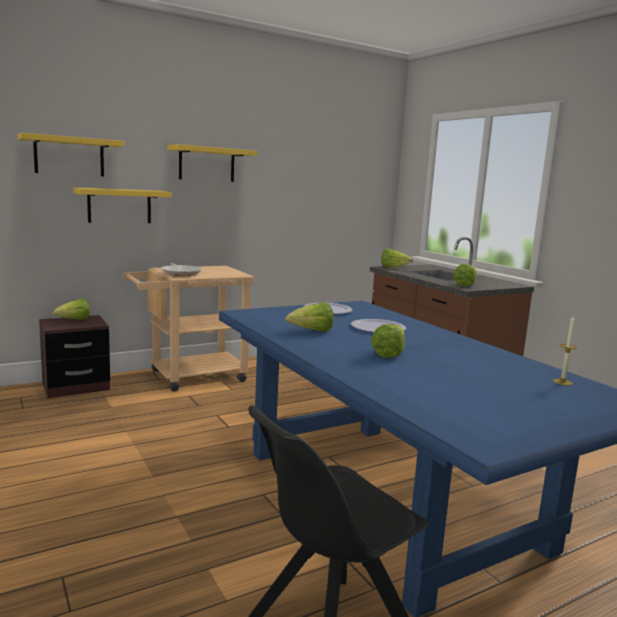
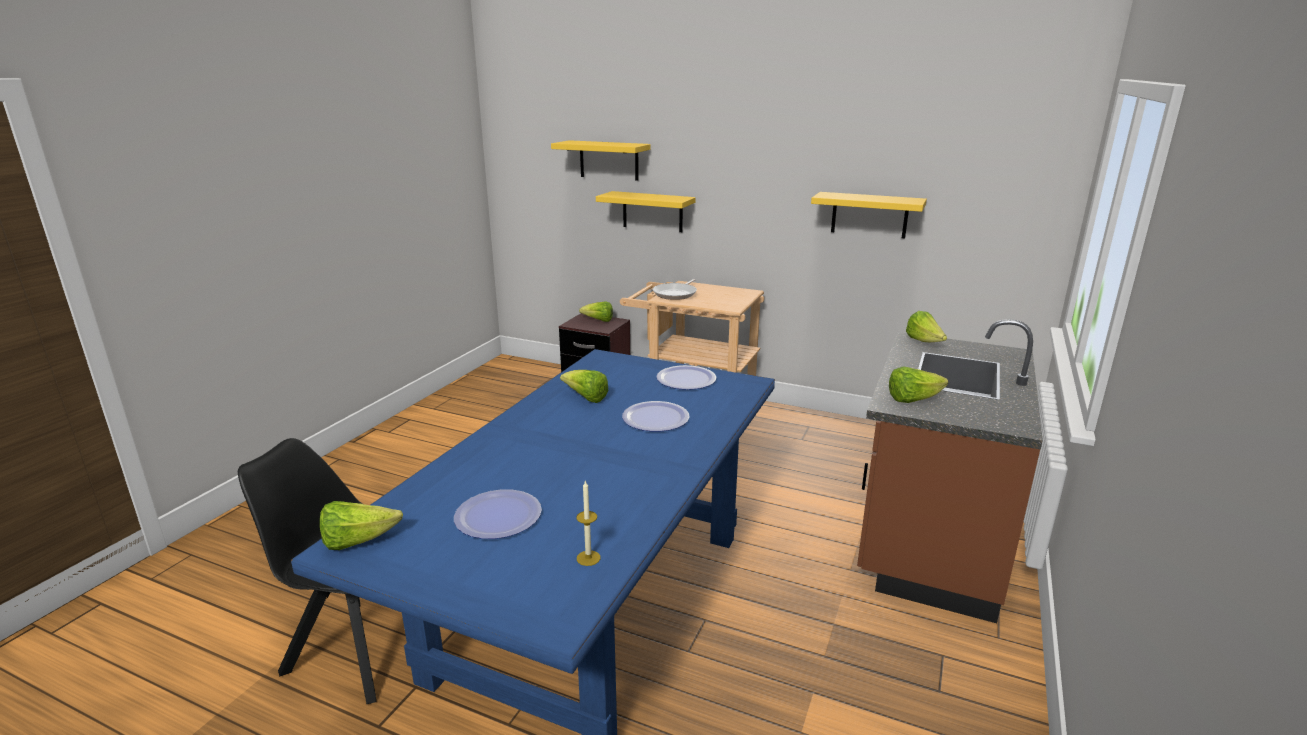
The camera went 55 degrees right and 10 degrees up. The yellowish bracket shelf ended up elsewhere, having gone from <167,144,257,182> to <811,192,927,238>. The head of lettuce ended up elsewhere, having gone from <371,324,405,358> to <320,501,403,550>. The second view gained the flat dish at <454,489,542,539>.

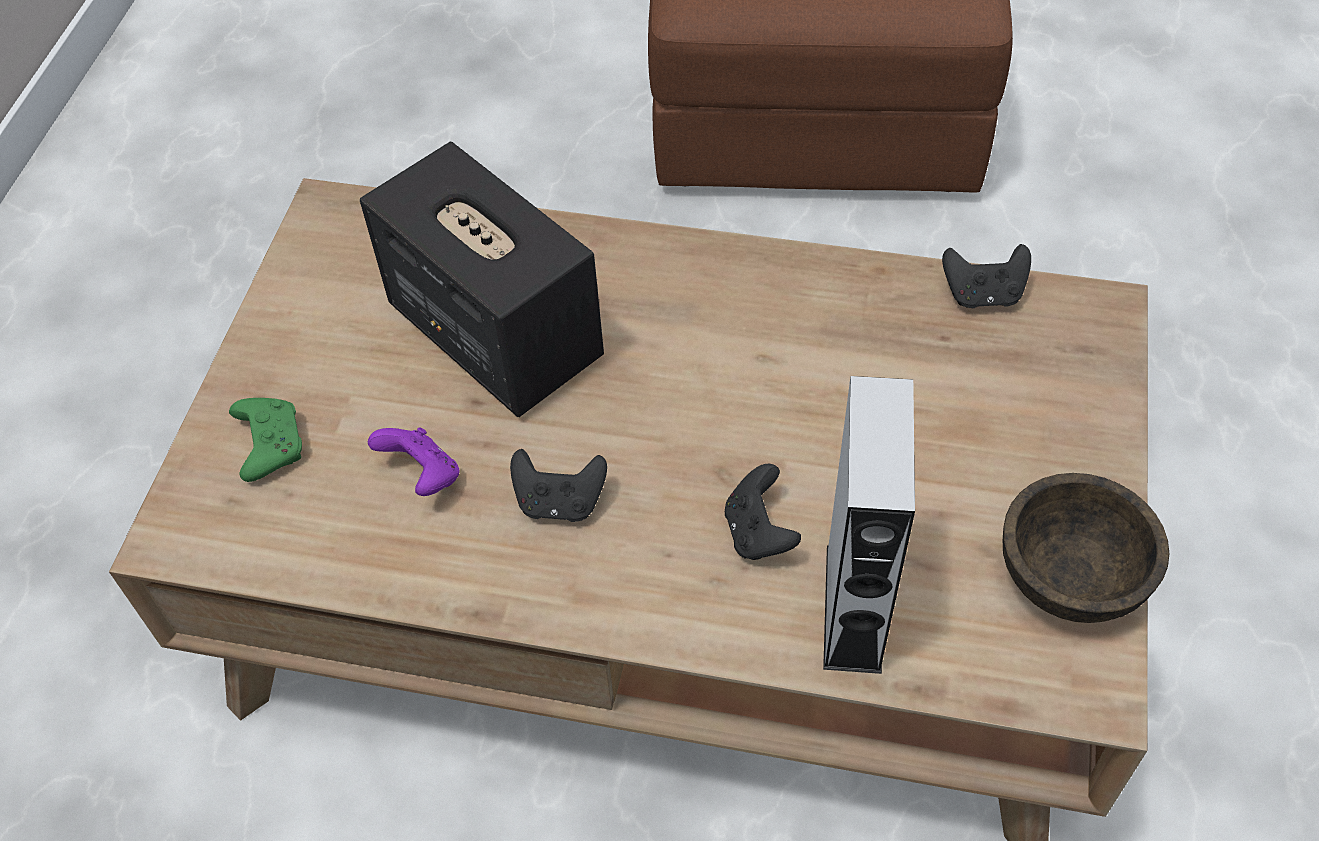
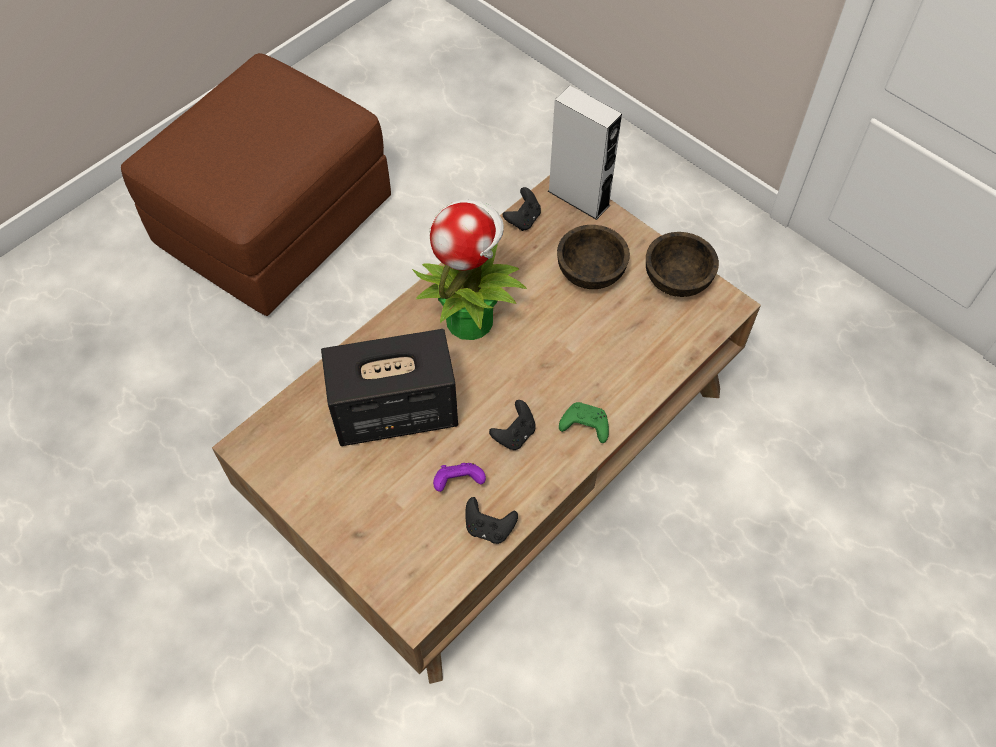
The camera went 60 degrees left and 5 degrees up. The grey loudspeaker ended up elsewhere, having gone from <823,376,915,674> to <548,86,622,220>. The greenish game controller ended up elsewhere, having gone from <229,398,302,482> to <559,402,609,443>. The black game controller ended up elsewhere, having gone from <725,464,801,560> to <465,497,518,544>. The second view gained the plant in a pot at <412,199,527,340>. The second view gained the brown bowl at <557,225,630,289>.

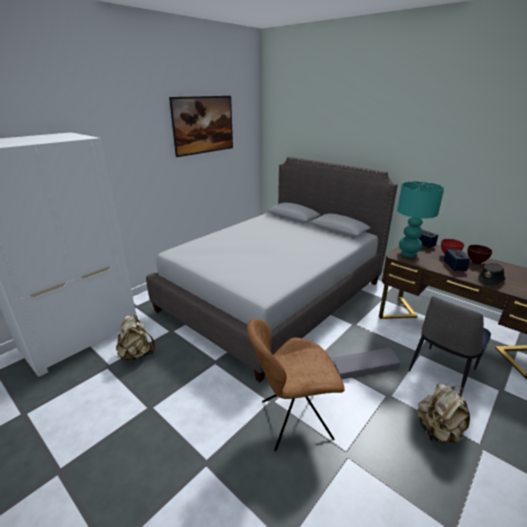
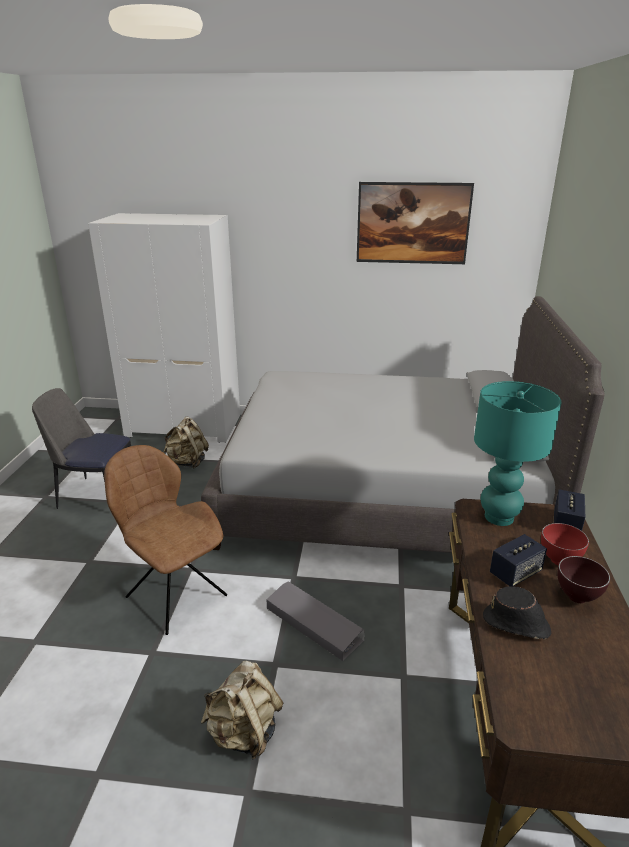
The camera went 55 degrees right and 0 degrees up. The upright chair ended up elsewhere, having gone from <409,296,491,392> to <32,388,131,509>.

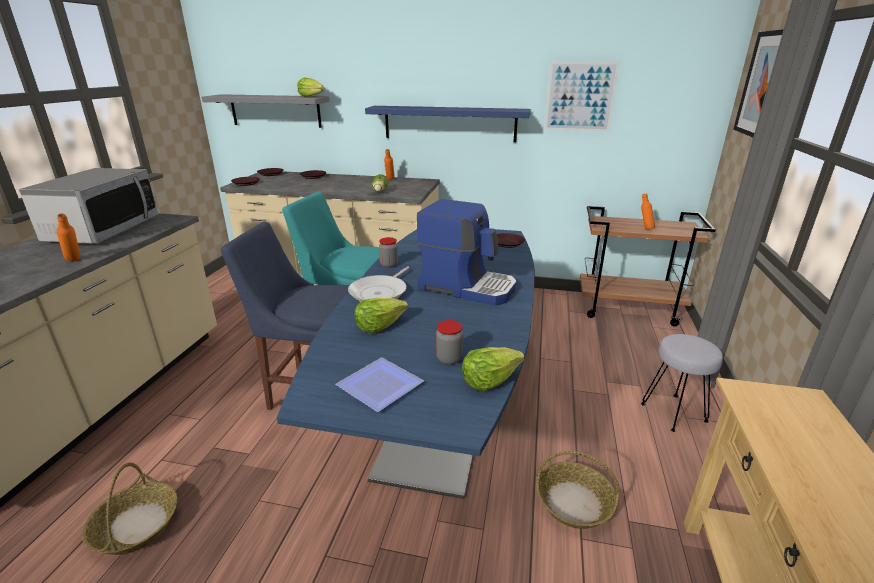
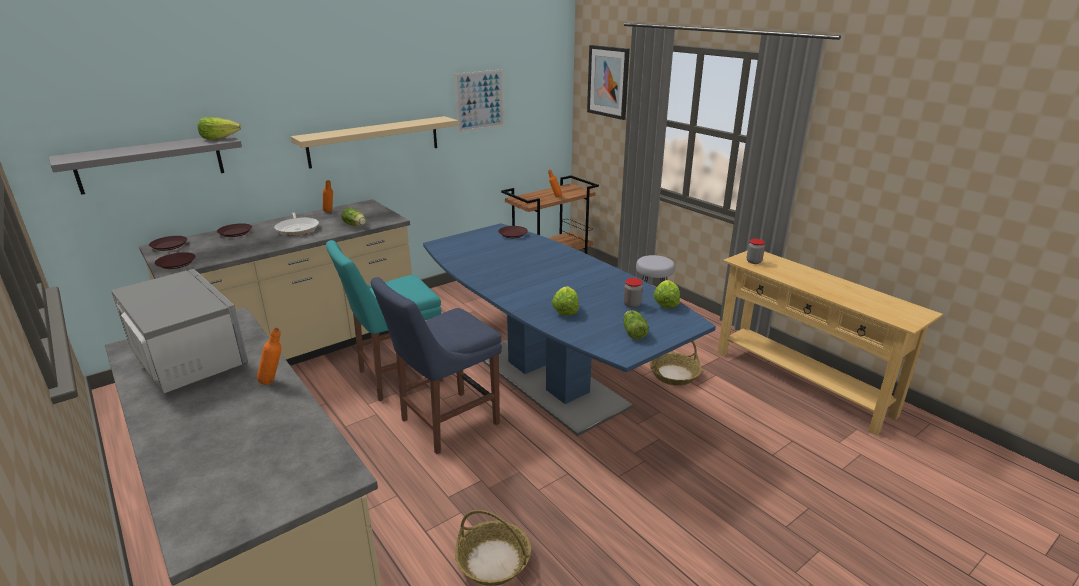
The camera went 50 degrees left and 0 degrees up. What was the blue bracket shelf at <365,106,531,142> turned into the beige-coloured bracket shelf at <291,116,458,169>. The second view lost the coffee brewer at <417,199,517,306>. The preserve jar ended up elsewhere, having gone from <379,237,398,268> to <747,239,765,264>. The skillet ended up elsewhere, having gone from <348,266,409,302> to <274,212,319,236>. Where the flat dish stood at <335,358,424,412>, the head of lettuce came to stand at <623,310,649,339>.

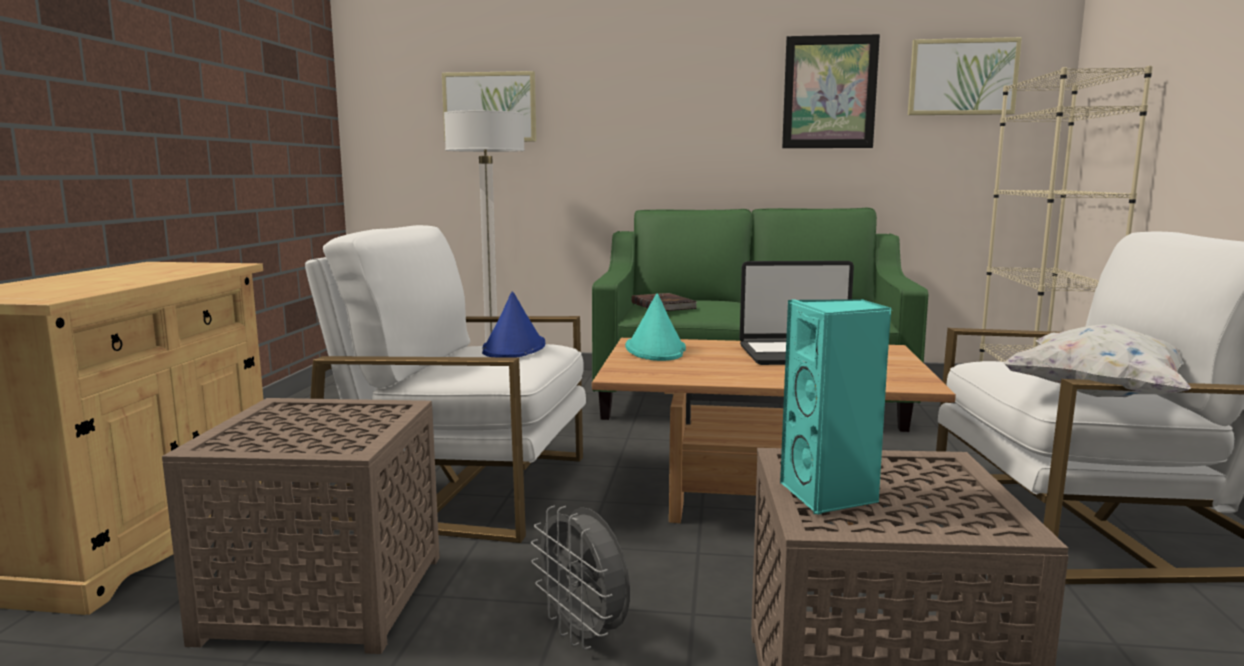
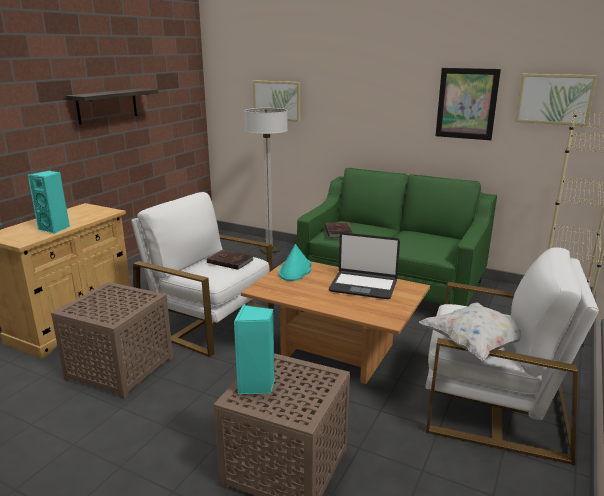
The camera went 20 degrees right and 10 degrees up. Where the blue hat stood at <482,291,545,358>, the brown book came to stand at <207,250,253,270>. The second view lost the grey cooling fan at <531,506,630,650>. The second view gained the bracket shelf at <66,88,158,125>. The second view gained the blue-green loudspeaker at <28,170,70,234>.

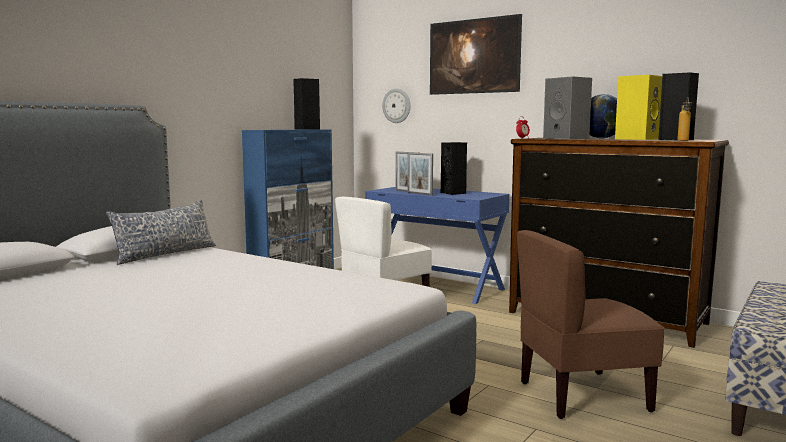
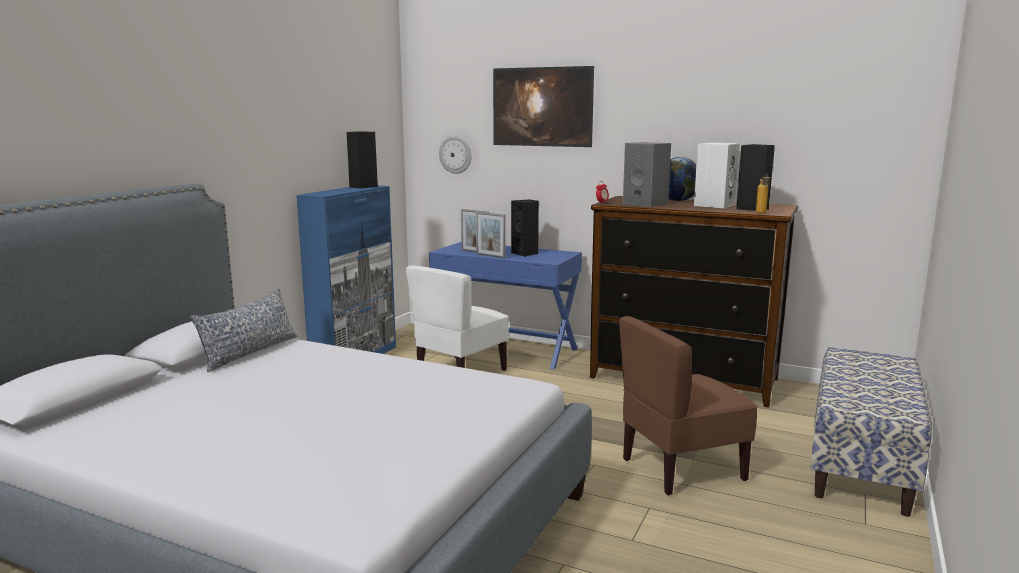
The camera went 10 degrees left and 5 degrees up. What was the yellowish loudspeaker at <615,75,662,140> turned into the white-coloured loudspeaker at <694,143,740,208>.

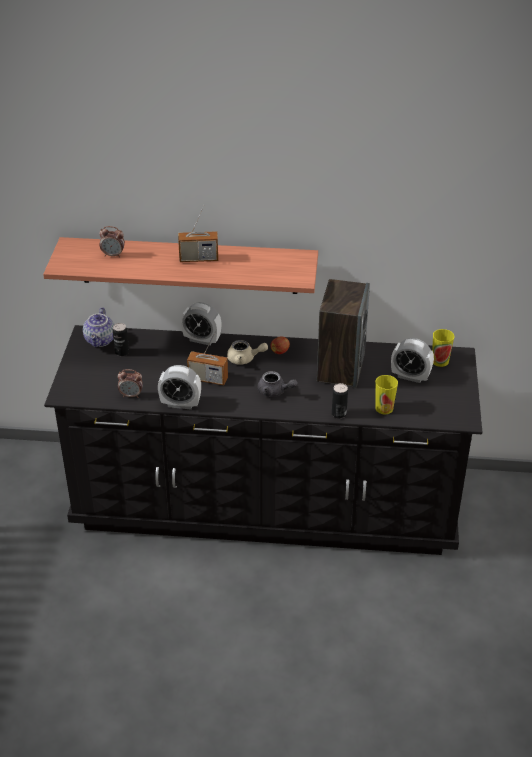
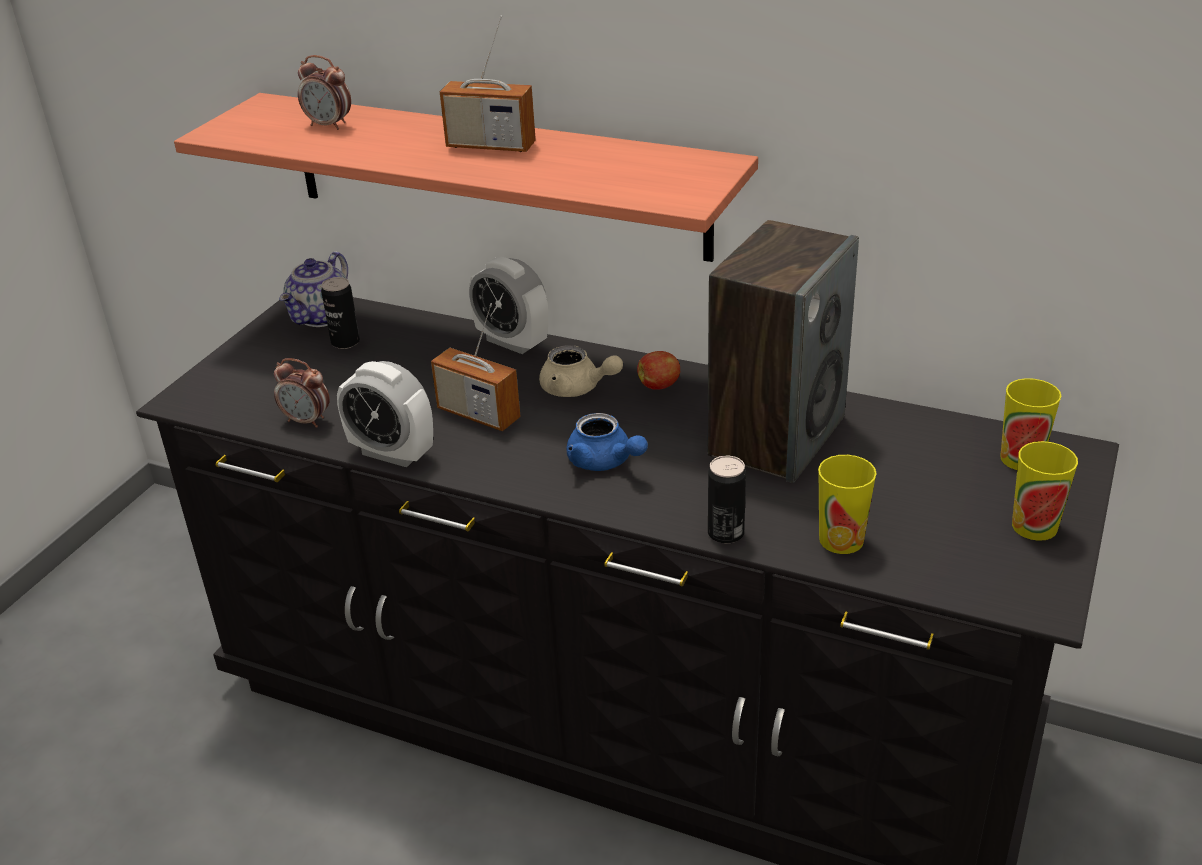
The camera went 20 degrees right and 5 degrees down. The second view lost the table clock at <391,338,434,383>. What was the grey teapot at <257,371,298,397> turned into the blue teapot at <566,413,648,471>. The second view gained the cup at <1012,441,1078,541>.

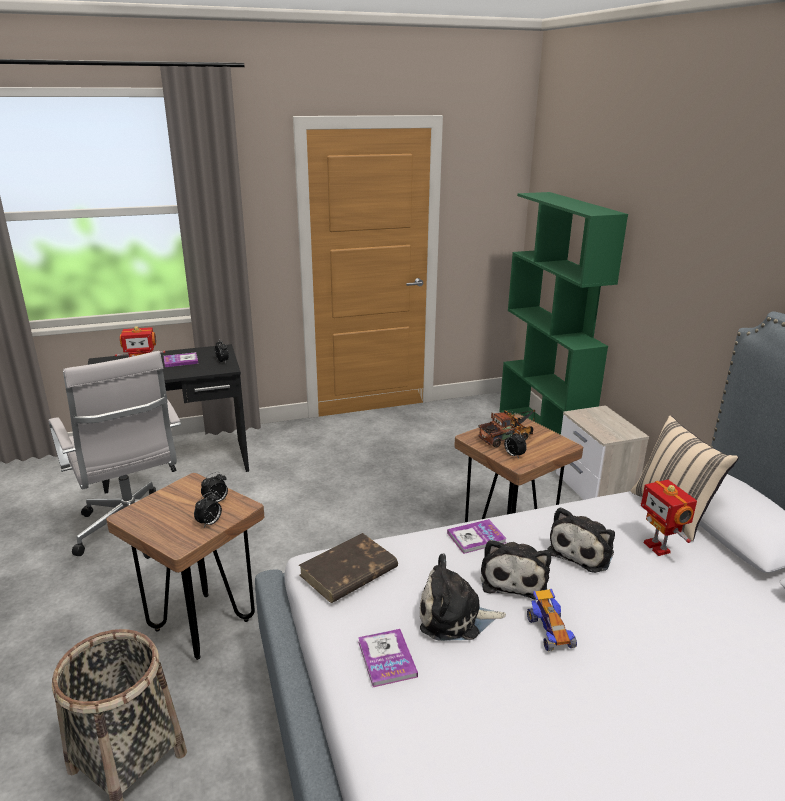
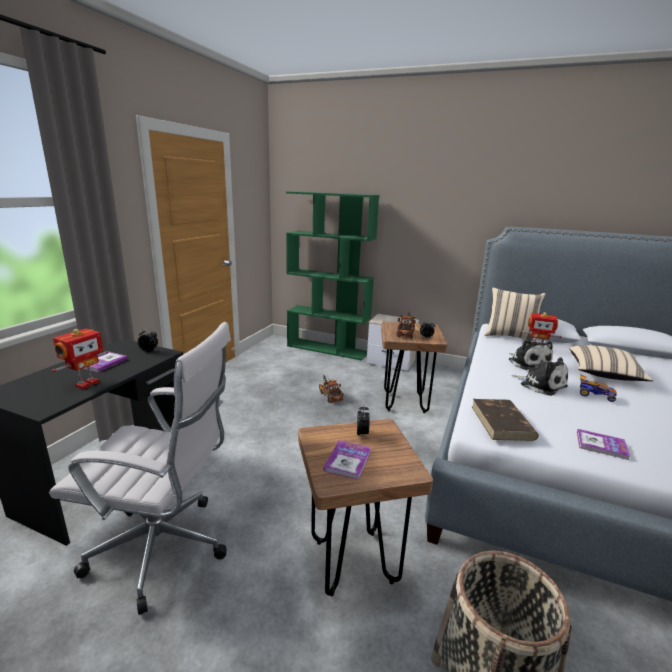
The camera went 50 degrees left and 5 degrees down. The second view lost the table clock at <194,492,222,528>. The book ended up elsewhere, having gone from <447,519,507,554> to <323,440,371,480>. The second view lost the soft toy at <420,554,506,641>. The second view gained the beige-coloured throw pillow at <569,345,654,381>. The second view gained the toy truck at <319,374,344,403>.

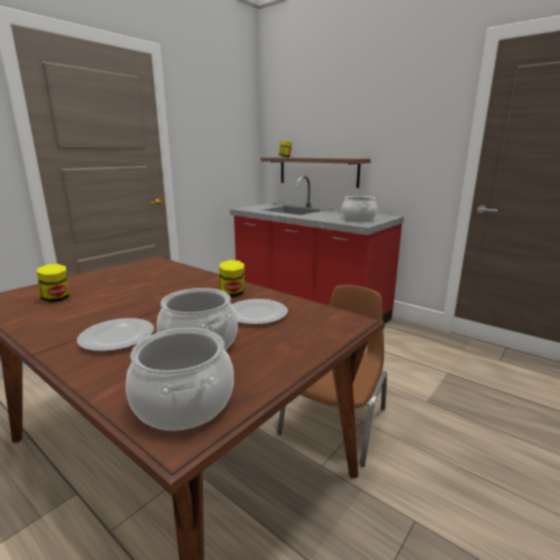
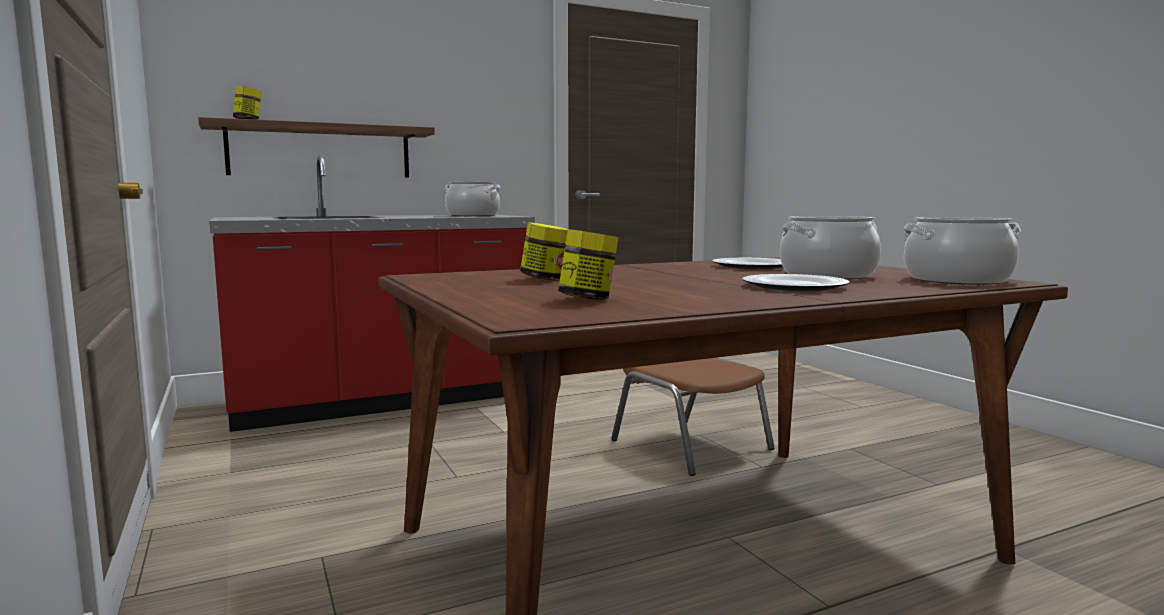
The camera went 65 degrees left and 10 degrees down. The preserve jar ended up elsewhere, having gone from <219,260,244,297> to <520,222,568,280>.

